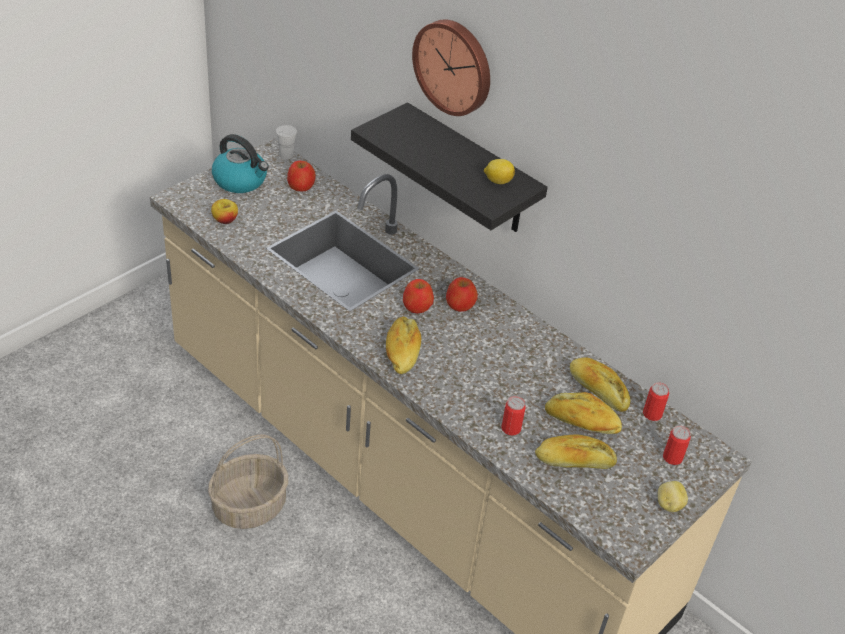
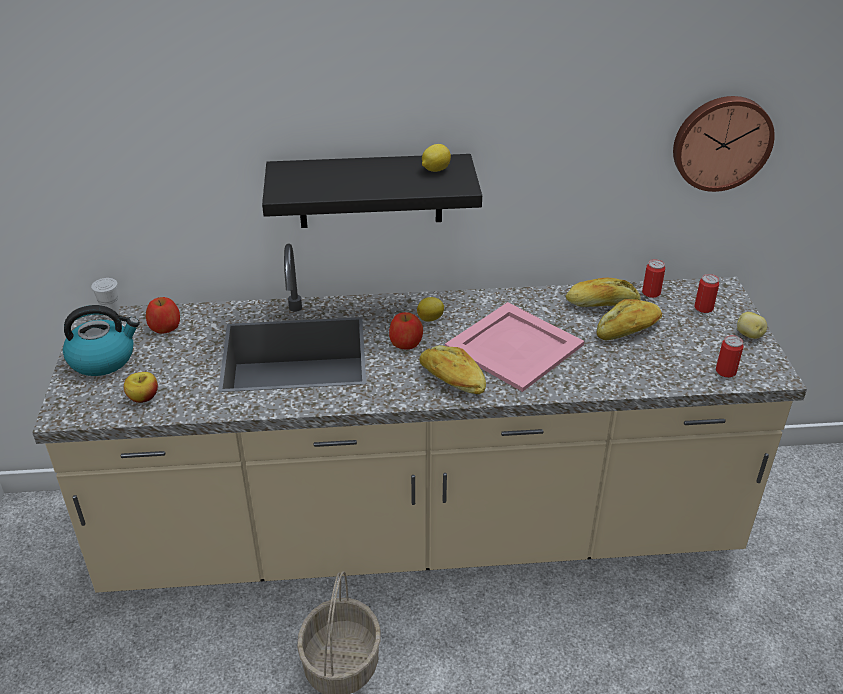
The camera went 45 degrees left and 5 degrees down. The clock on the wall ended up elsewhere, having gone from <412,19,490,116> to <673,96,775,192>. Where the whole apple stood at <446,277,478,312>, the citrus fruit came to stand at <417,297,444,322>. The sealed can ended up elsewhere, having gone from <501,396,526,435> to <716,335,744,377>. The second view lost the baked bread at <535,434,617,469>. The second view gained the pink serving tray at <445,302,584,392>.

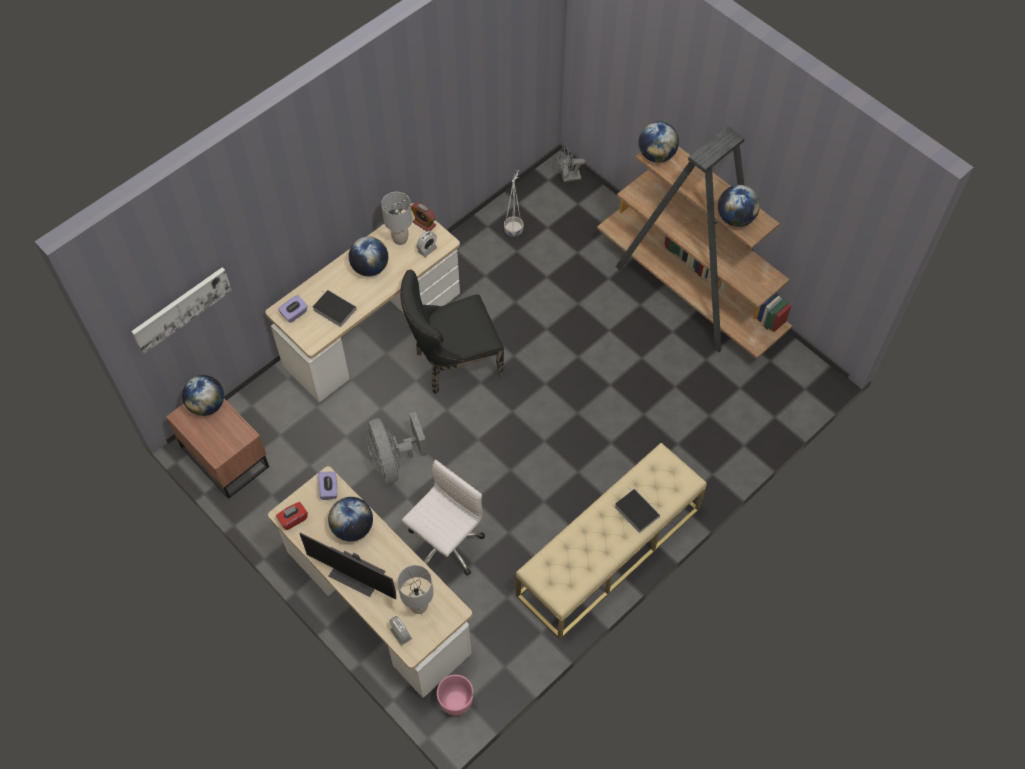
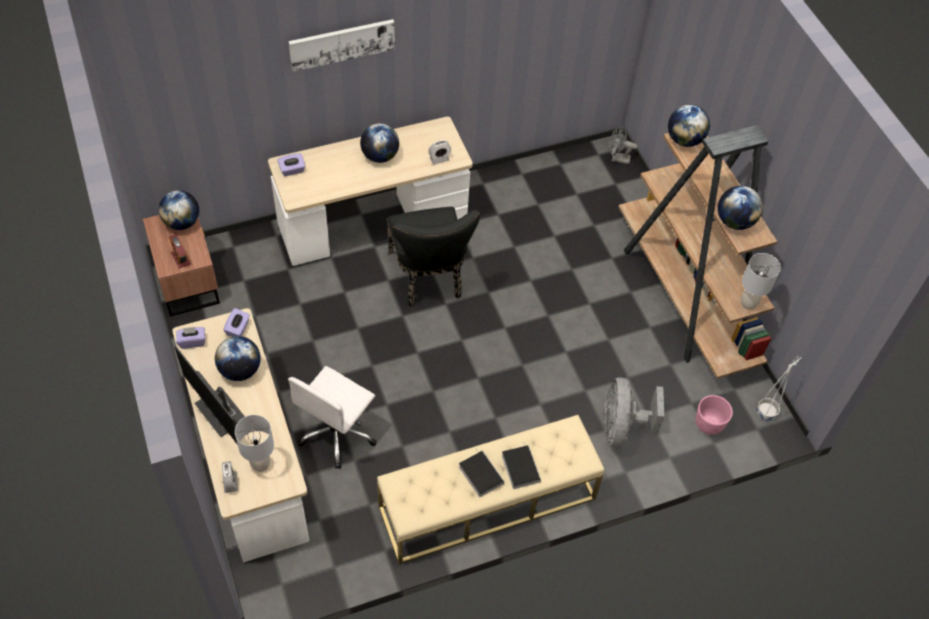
The camera went 20 degrees right and 5 degrees down. The white-coloured planter ended up elsewhere, having gone from <504,170,524,237> to <756,357,801,421>. The grey tabletop lamp ended up elsewhere, having gone from <381,192,412,245> to <741,253,781,310>. The table clock ended up elsewhere, having gone from <411,203,436,231> to <169,234,191,268>. The picture ended up elsewhere, having gone from <131,267,232,354> to <289,19,395,72>. The black upright chair at <400,269,504,394> ended up facing another way, 105 degrees counterclockwise from before. The book ended up elsewhere, having gone from <313,290,357,327> to <459,449,504,497>. The grey cooling fan ended up elsewhere, having gone from <367,412,427,484> to <604,377,664,447>. The white-coloured desk chair at <402,460,485,576> ended up facing another way, 150 degrees clockwise from before. What was the reddish tissue holder at <276,502,308,530> turned into the purplish tissue holder at <176,327,205,349>. The pink planter ended up elsewhere, having gone from <437,675,473,716> to <696,395,733,435>.

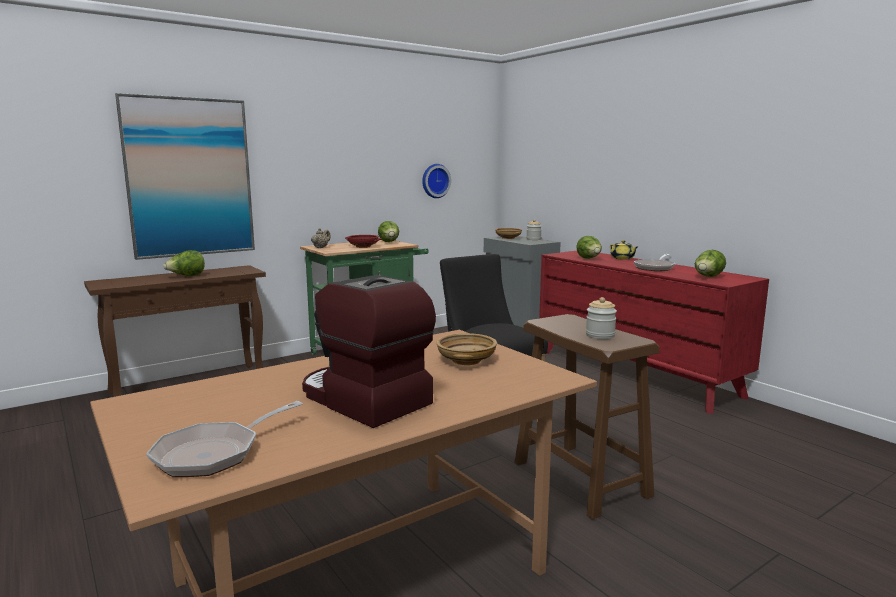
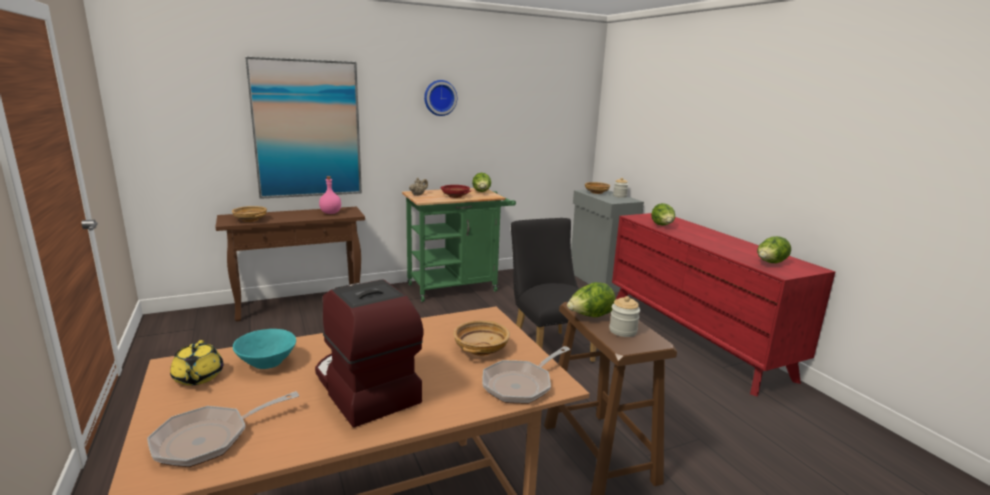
The camera went 10 degrees right and 5 degrees up. The clock on the wall ended up elsewhere, having gone from <422,164,451,198> to <424,80,457,116>. The yellowish teapot ended up elsewhere, having gone from <610,240,638,260> to <170,340,223,385>. The head of lettuce ended up elsewhere, having gone from <163,250,205,276> to <567,282,616,317>. The skillet ended up elsewhere, having gone from <634,254,675,271> to <483,346,570,404>. The second view gained the pink drink bottle at <319,176,341,214>. The second view gained the beige-coloured bowl at <232,206,267,222>. The second view gained the blue-green bowl at <233,329,296,369>.

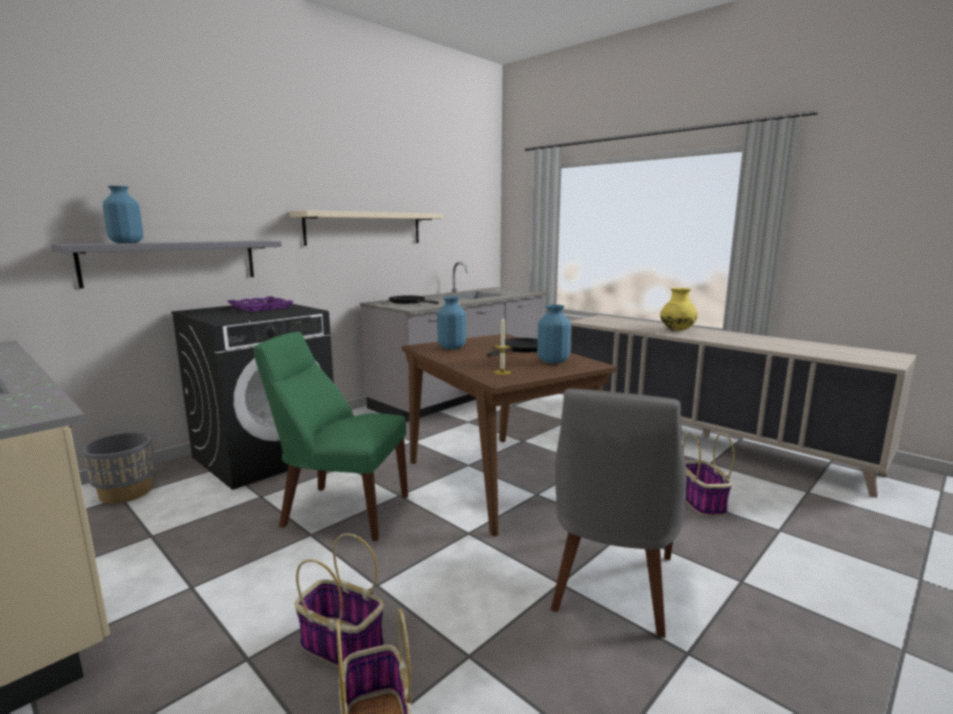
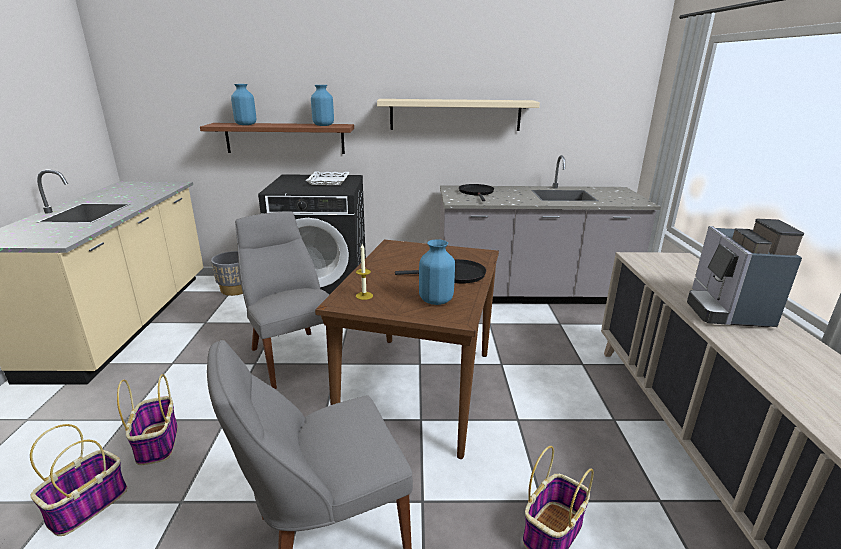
The camera went 45 degrees right and 10 degrees up. What was the grey bracket shelf at <51,241,282,288> turned into the brown bracket shelf at <200,123,354,154>. Where the yellowish decorative vase stood at <660,288,698,331>, the coffee brewer came to stand at <687,219,804,327>. What was the purplish serving tray at <227,296,294,312> turned into the white-coloured serving tray at <306,171,350,185>. The blue decorative vase ended up elsewhere, having gone from <437,297,466,349> to <311,85,334,126>. What was the greenish upright chair at <254,332,408,541> turned into the grey upright chair at <235,211,329,389>.

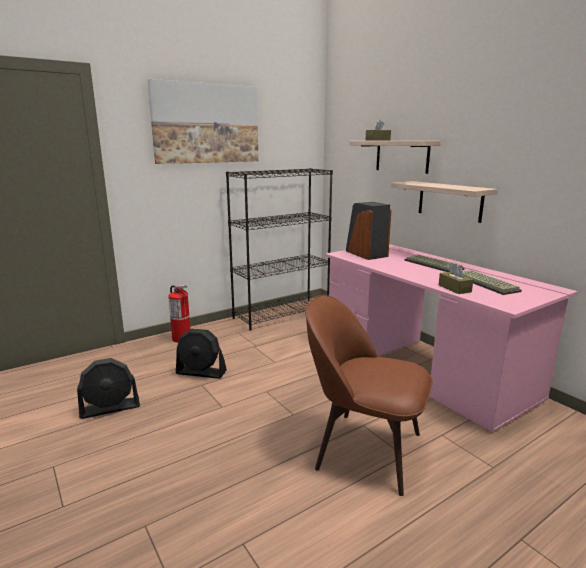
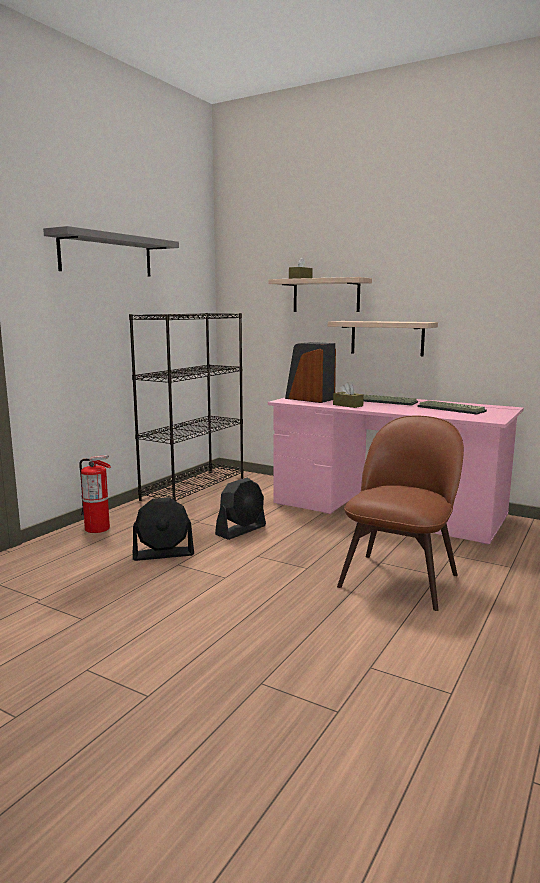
The camera went 25 degrees left and 5 degrees down. Where the picture hung at <147,79,259,164>, the grey bracket shelf came to hang at <43,226,179,277>. The brown tissue holder ended up elsewhere, having gone from <439,264,473,294> to <333,382,364,408>. The brown upright chair at <305,295,433,496> ended up facing another way, 120 degrees clockwise from before. The black cooling fan ended up elsewhere, having gone from <77,358,140,419> to <215,478,266,540>.

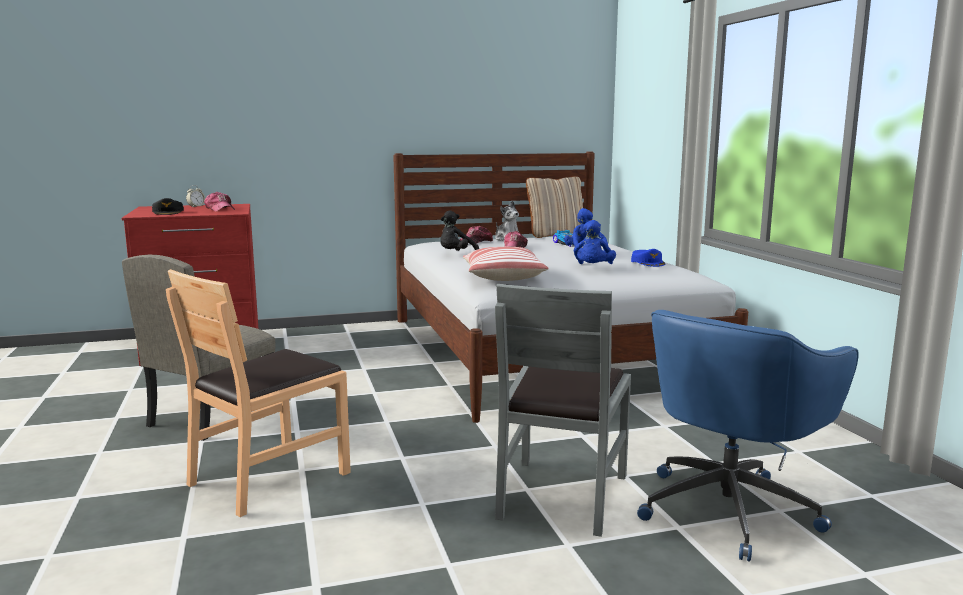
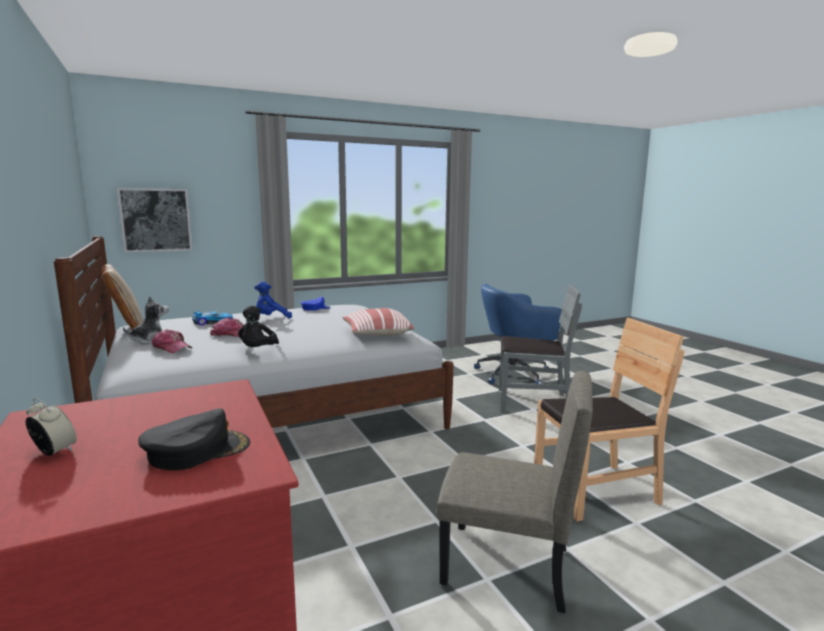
The camera went 100 degrees left and 0 degrees up. The second view lost the peaked cap at <204,192,235,212>. The black soft toy at <440,210,479,251> ended up facing another way, 60 degrees clockwise from before. The second view lost the blue soft toy at <574,220,616,264>. The brown upright chair at <166,269,351,517> ended up facing another way, 45 degrees counterclockwise from before. The blue desk chair at <637,310,859,562> ended up facing another way, 135 degrees clockwise from before. The second view gained the picture at <117,188,193,253>.

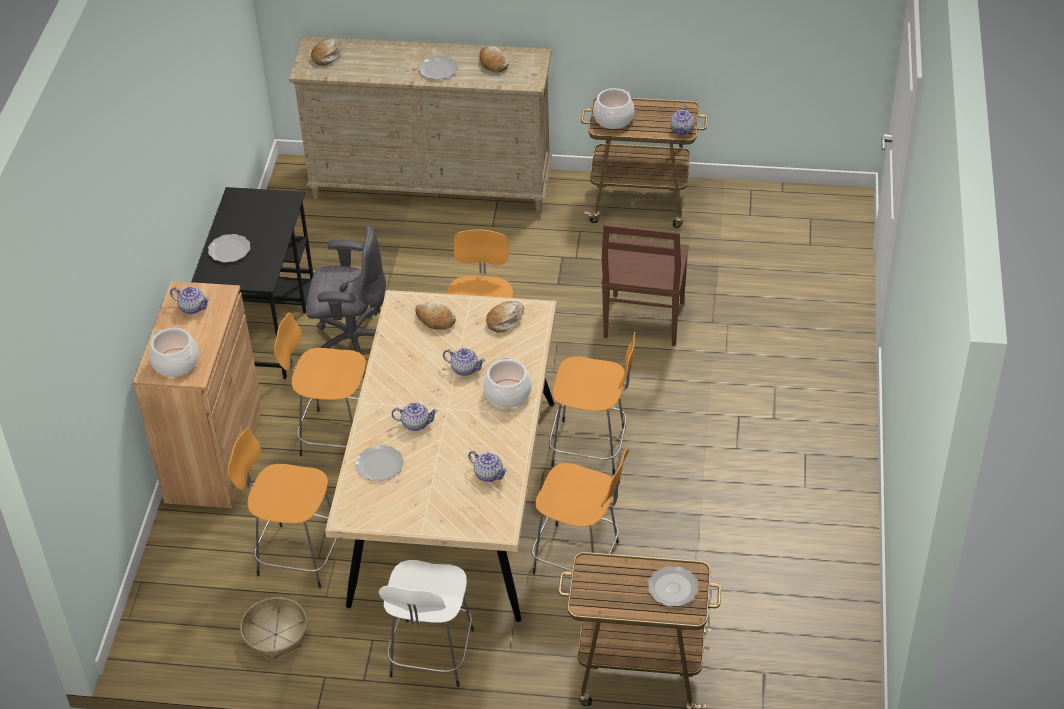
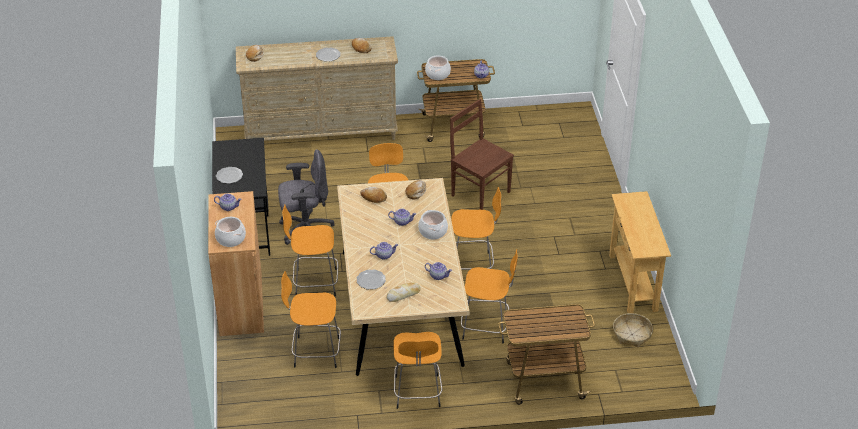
The camera went 15 degrees left and 5 degrees down. The brown upright chair at <601,224,689,346> ended up facing another way, 135 degrees clockwise from before. What was the white-coloured stool at <379,560,474,687> turned into the orange-coloured stool at <393,332,443,409>. The second view lost the flat dish at <648,566,699,607>. The household basket ended up elsewhere, having gone from <240,597,307,660> to <613,313,653,347>. The second view gained the beige-coloured hall table at <609,191,671,313>. The second view gained the baked bread at <387,283,421,302>.

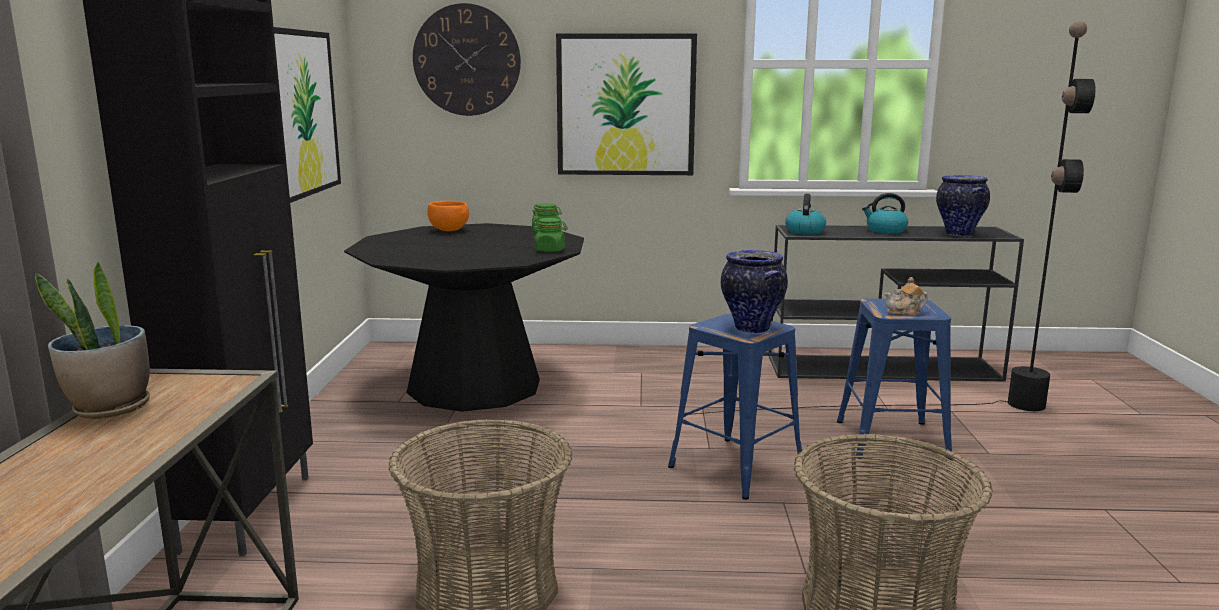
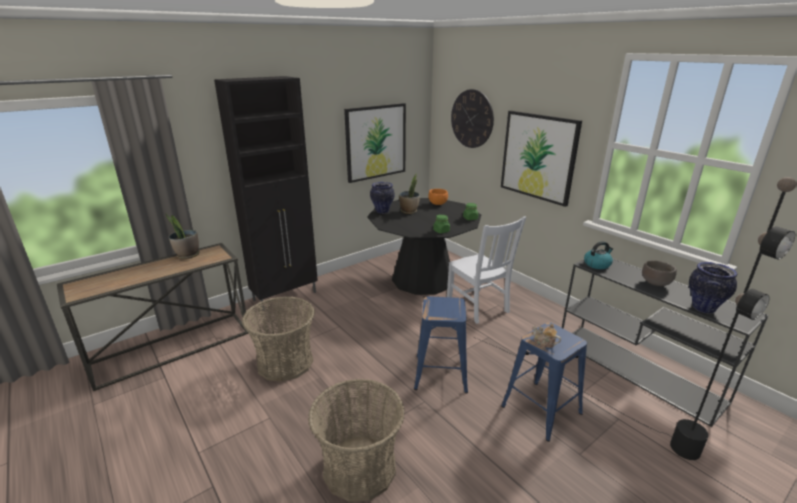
The camera went 50 degrees right and 10 degrees up. Where the water kettle stood at <862,193,908,234>, the brown bowl came to stand at <642,260,677,286>. The decorative vase ended up elsewhere, having gone from <721,250,788,333> to <370,182,395,214>. The second view gained the plant in a pot at <399,173,420,214>. The second view gained the white-coloured upright chair at <447,217,526,324>.

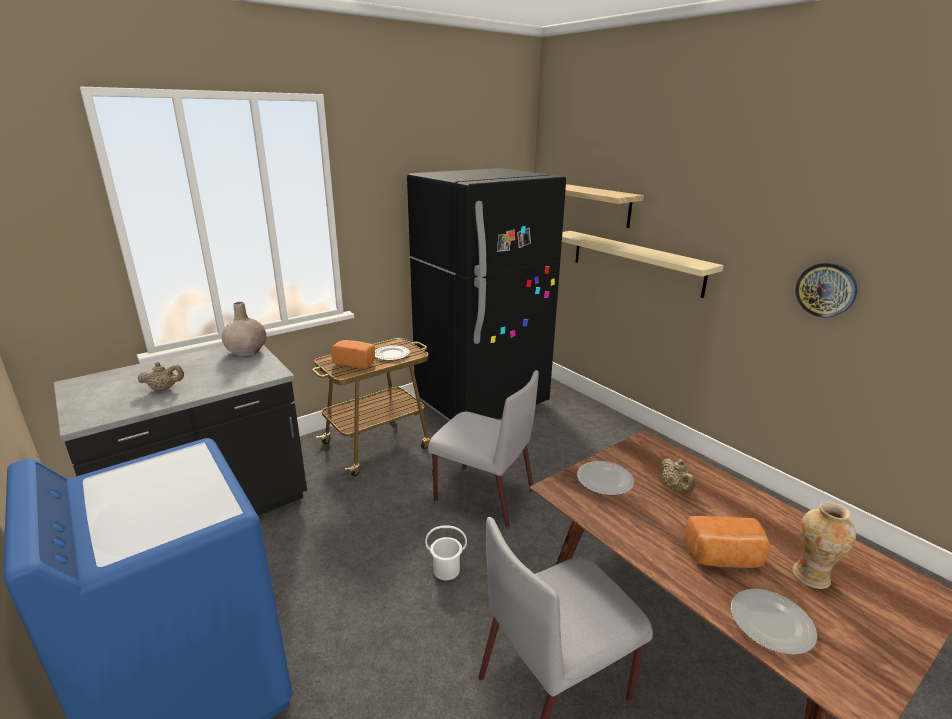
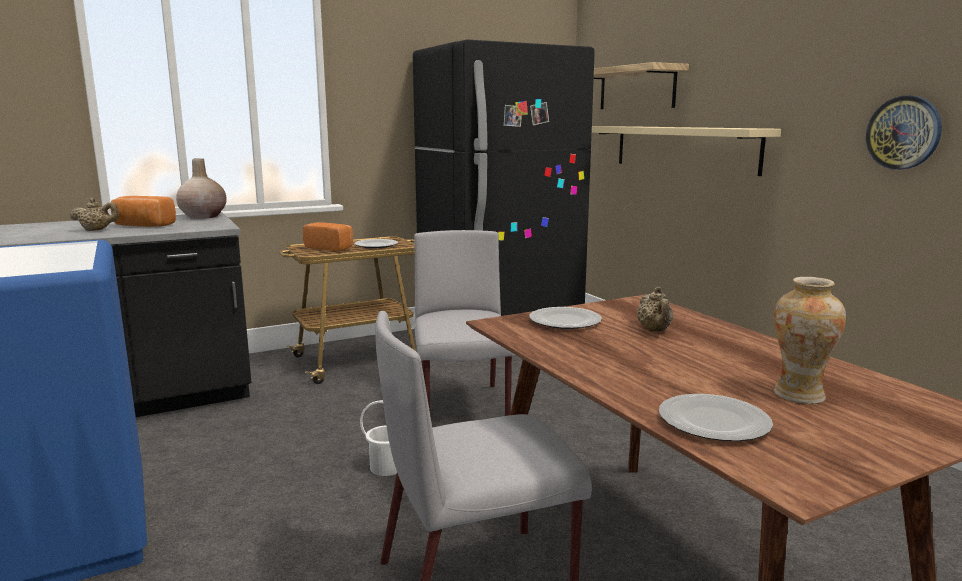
The camera went 10 degrees right and 10 degrees down. The grey upright chair at <428,370,539,528> ended up facing another way, 135 degrees counterclockwise from before. The baked bread ended up elsewhere, having gone from <684,516,770,568> to <111,196,176,227>.

